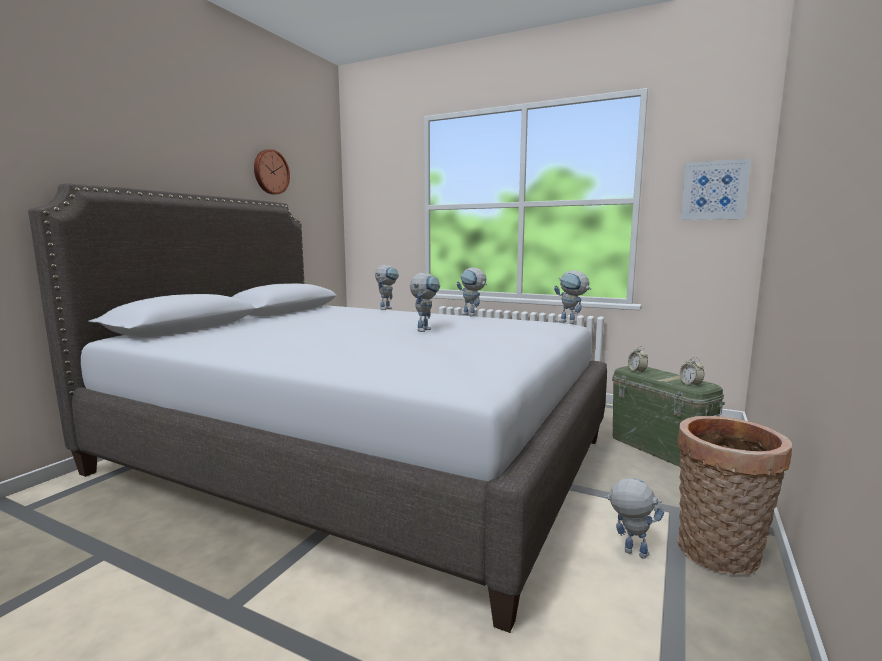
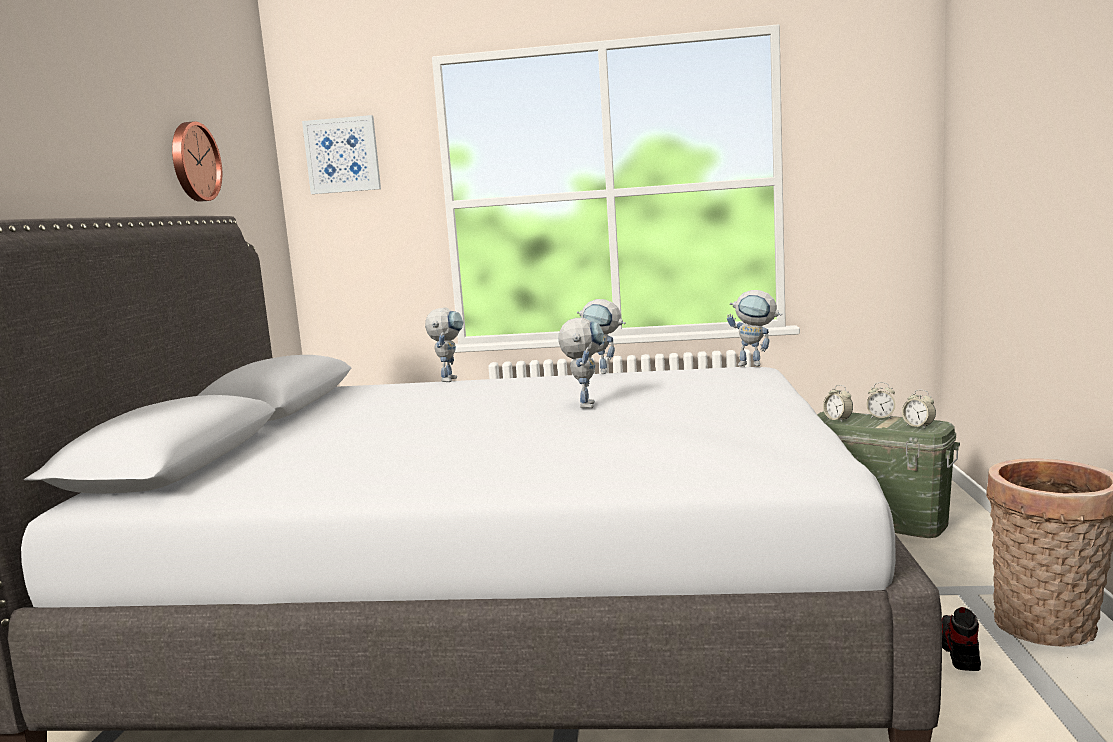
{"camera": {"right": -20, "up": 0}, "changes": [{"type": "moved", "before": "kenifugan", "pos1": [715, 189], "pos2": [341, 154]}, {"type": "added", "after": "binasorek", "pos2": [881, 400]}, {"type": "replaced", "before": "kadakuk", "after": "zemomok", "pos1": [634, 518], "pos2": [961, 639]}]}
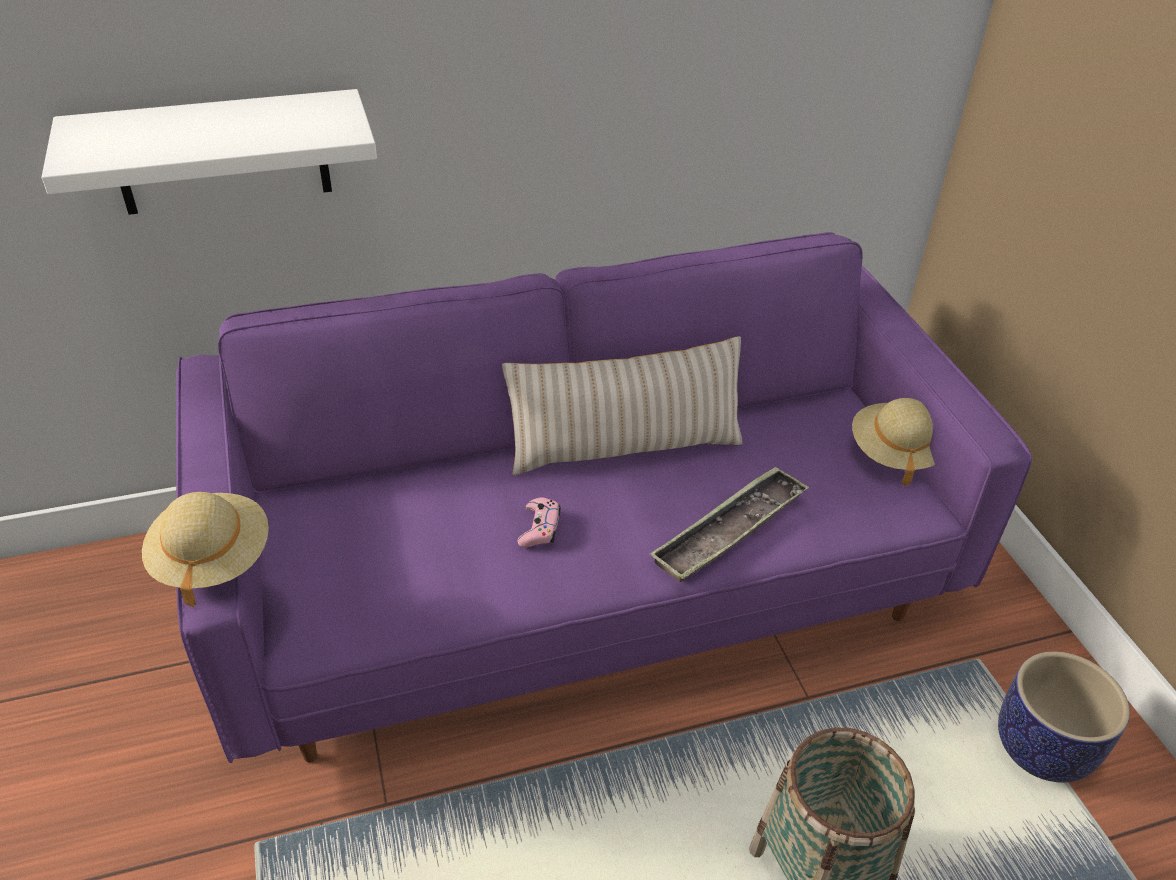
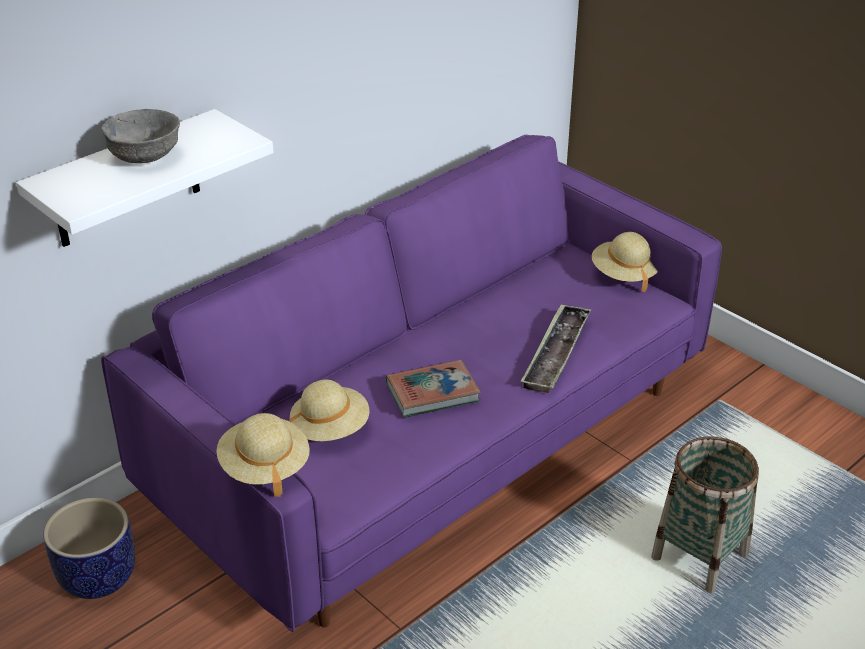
{"camera": {"right": -25, "up": -5}, "changes": [{"type": "moved", "before": "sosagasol", "pos1": [1064, 717], "pos2": [89, 548]}, {"type": "added", "after": "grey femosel", "pos2": [141, 136]}, {"type": "added", "after": "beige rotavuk", "pos2": [329, 410]}, {"type": "replaced", "before": "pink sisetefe", "after": "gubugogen", "pos1": [539, 522], "pos2": [433, 389]}, {"type": "removed", "before": "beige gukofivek", "pos1": [622, 405]}]}
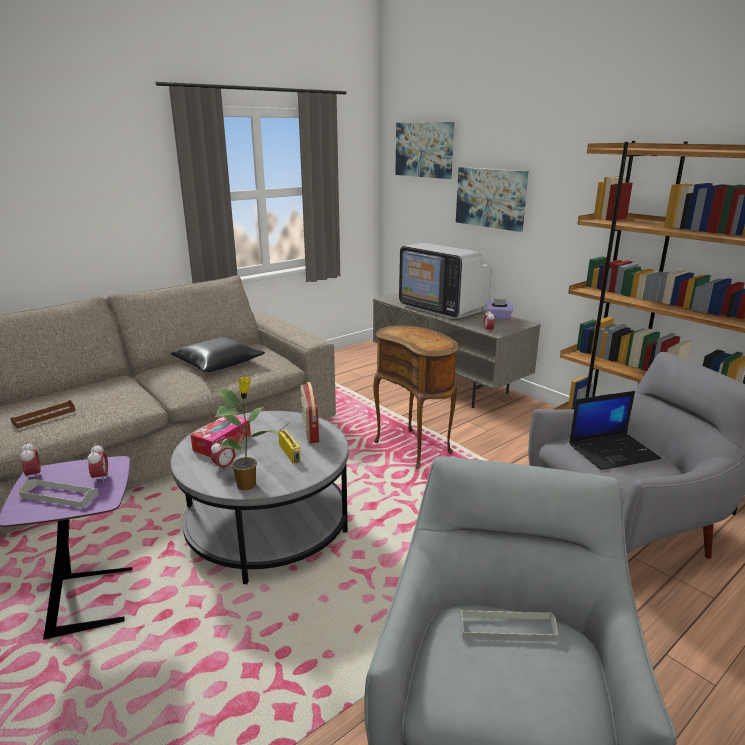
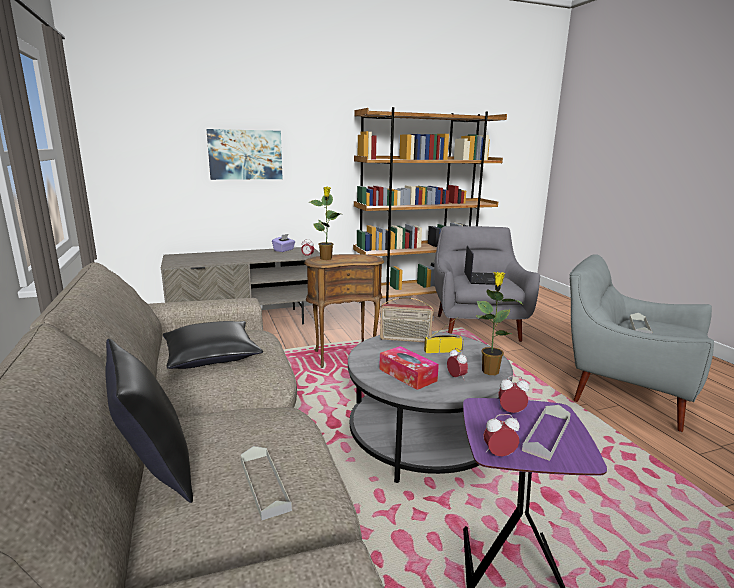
{"camera": {"right": -70, "up": -5}, "changes": [{"type": "added", "after": "black gukofivek", "pos2": [149, 420]}, {"type": "recoloured", "before": "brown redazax", "after": "grey redazax", "pos1": [43, 414], "pos2": [266, 483]}, {"type": "added", "after": "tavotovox", "pos2": [324, 223]}, {"type": "removed", "before": "kenifugan", "pos1": [425, 150]}, {"type": "removed", "before": "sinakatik", "pos1": [445, 281]}]}
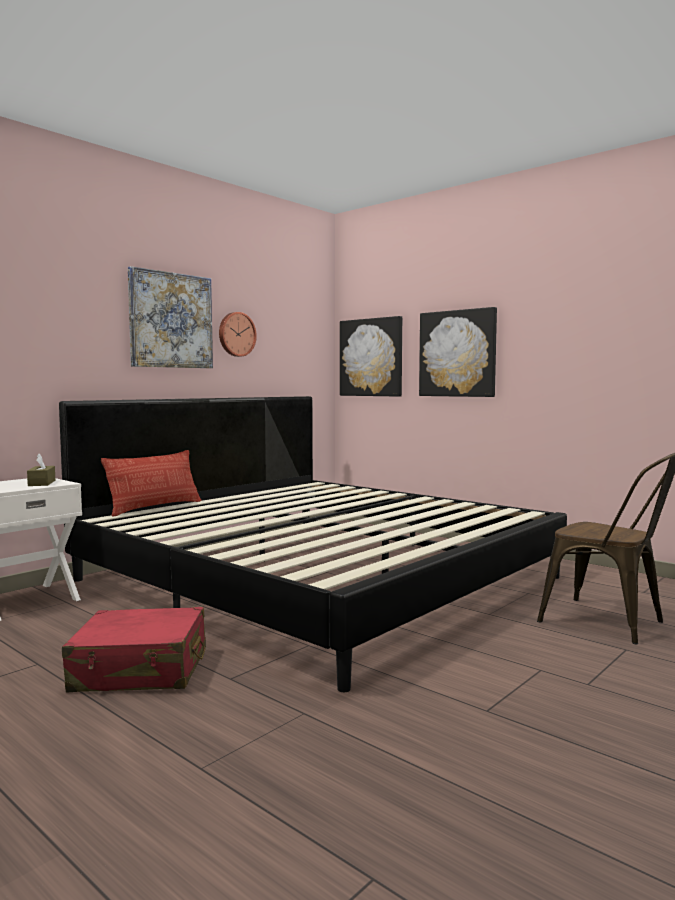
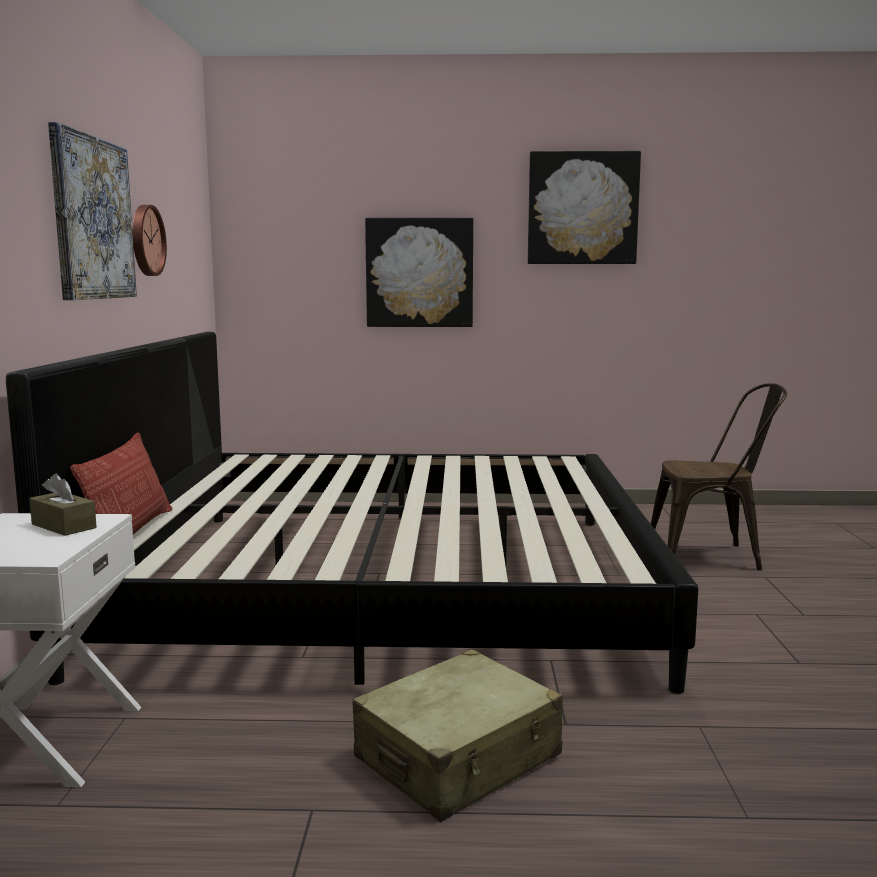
{"camera": {"right": -40, "up": 5}, "changes": [{"type": "recoloured", "before": "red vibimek", "after": "beige vibimek", "pos1": [134, 649], "pos2": [458, 735]}, {"type": "moved", "before": "kenifugan", "pos1": [371, 356], "pos2": [584, 207]}]}
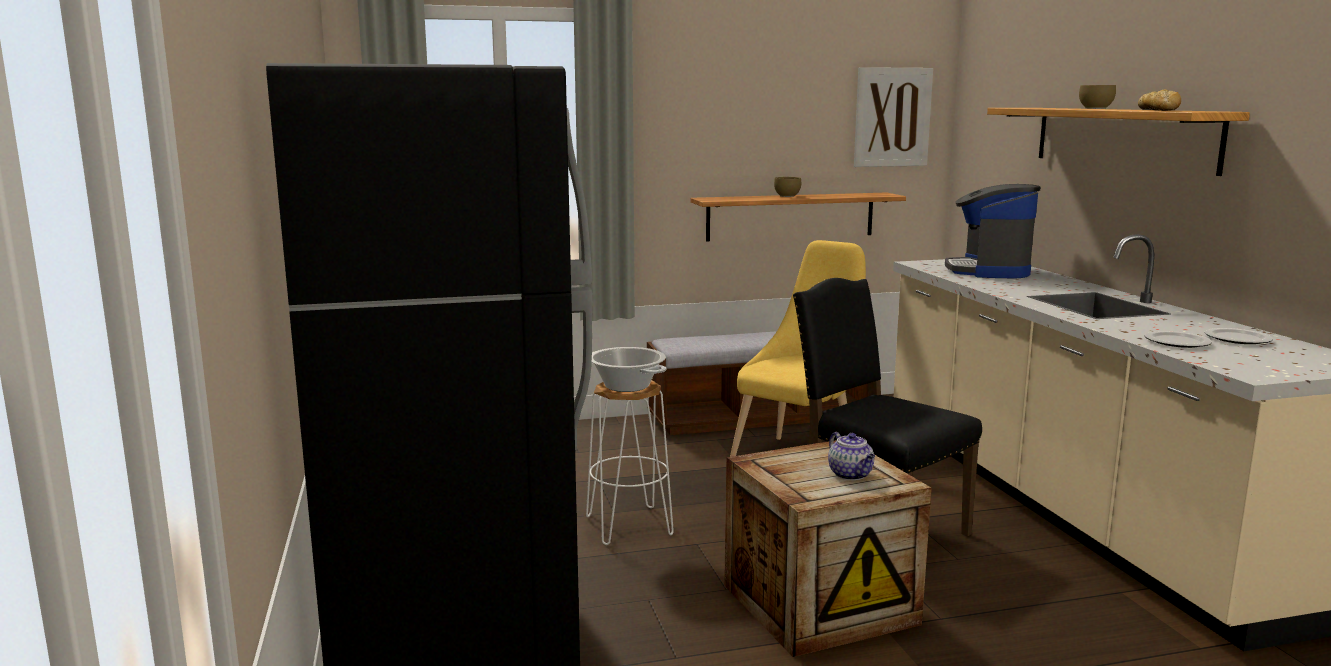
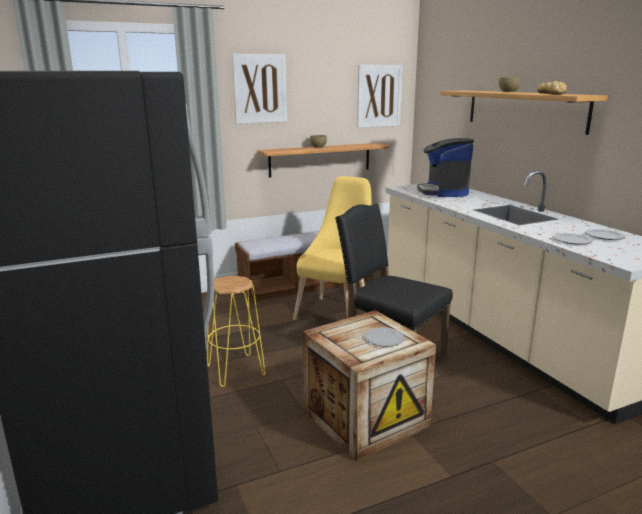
{"camera": {"right": -10, "up": 5}, "changes": [{"type": "recoloured", "before": "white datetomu", "after": "yellow datetomu", "pos1": [630, 462], "pos2": [236, 331]}, {"type": "added", "after": "kenifugan", "pos2": [259, 89]}, {"type": "replaced", "before": "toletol", "after": "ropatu", "pos1": [851, 456], "pos2": [384, 337]}, {"type": "removed", "before": "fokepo", "pos1": [629, 369]}]}
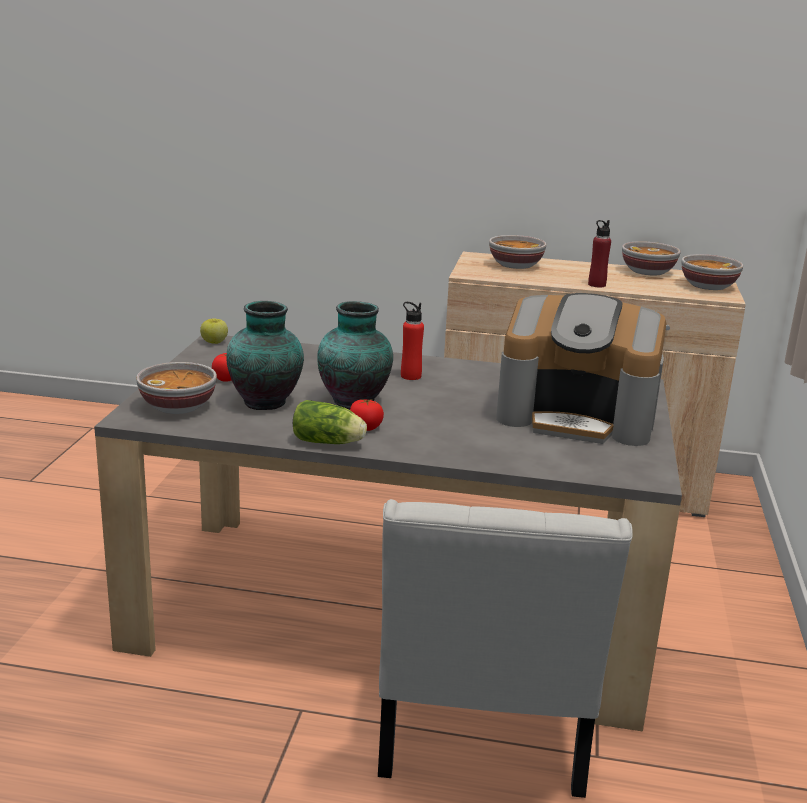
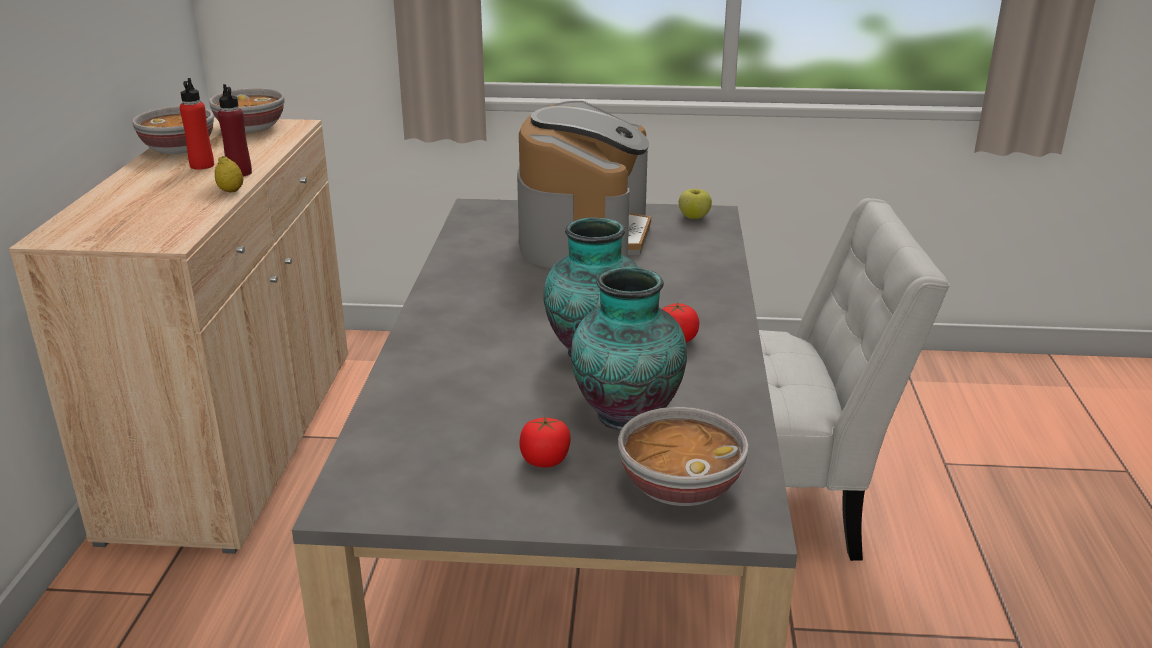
{"camera": {"right": -95, "up": 5}, "changes": [{"type": "moved", "before": "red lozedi", "pos1": [412, 341], "pos2": [197, 124]}, {"type": "added", "after": "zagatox", "pos2": [229, 174]}, {"type": "moved", "before": "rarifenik", "pos1": [214, 331], "pos2": [695, 204]}, {"type": "removed", "before": "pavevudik", "pos1": [330, 422]}, {"type": "removed", "before": "femosel", "pos1": [518, 252]}]}
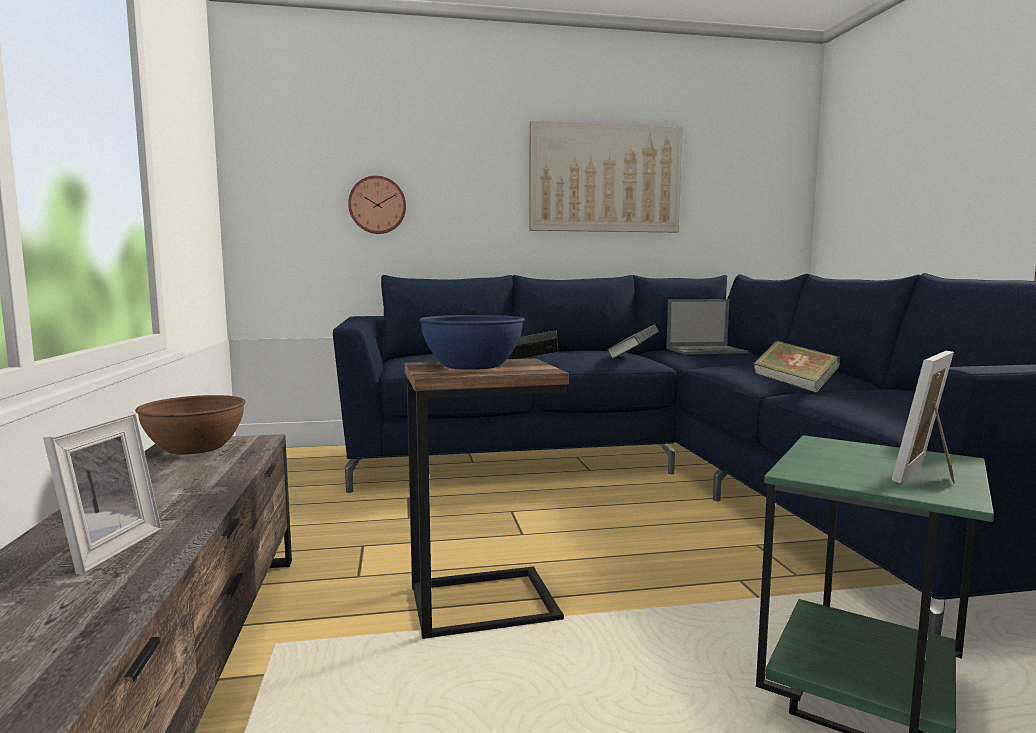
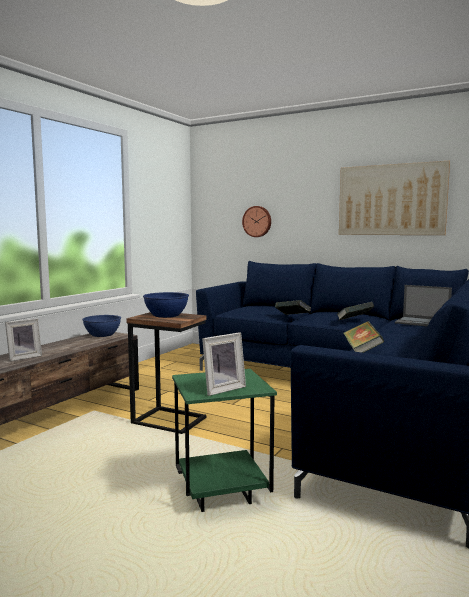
{"camera": {"right": 40, "up": 0}, "changes": [{"type": "recoloured", "before": "brown femosel", "after": "blue femosel", "pos1": [190, 424], "pos2": [101, 326]}, {"type": "turned", "before": "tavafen", "pos1": [923, 417], "pos2": [224, 364], "turn": 150}]}
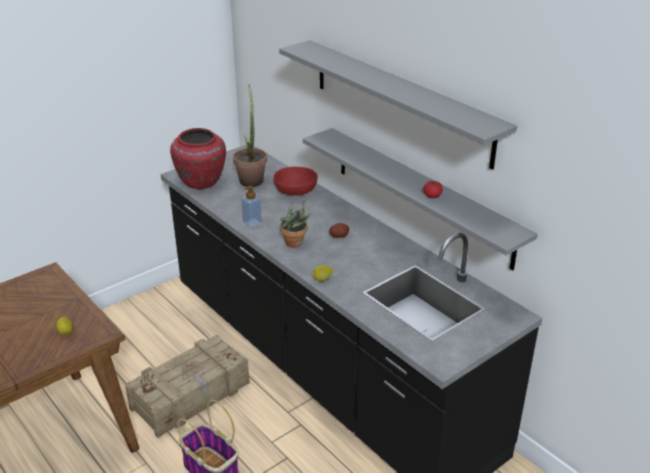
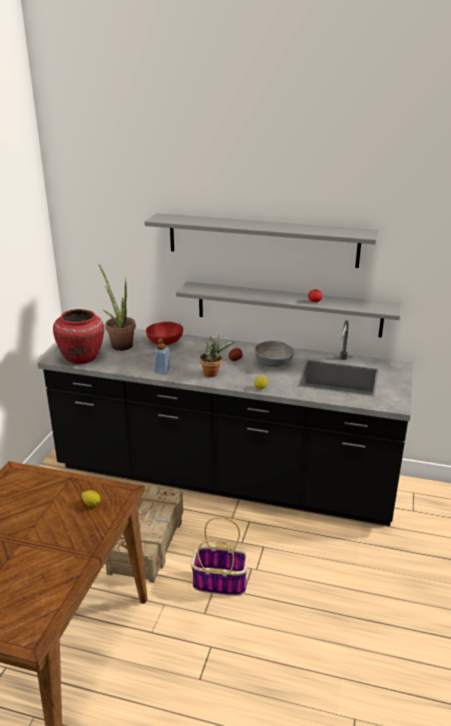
{"camera": {"right": -35, "up": -5}, "changes": [{"type": "added", "after": "grey femosel", "pos2": [274, 354]}]}
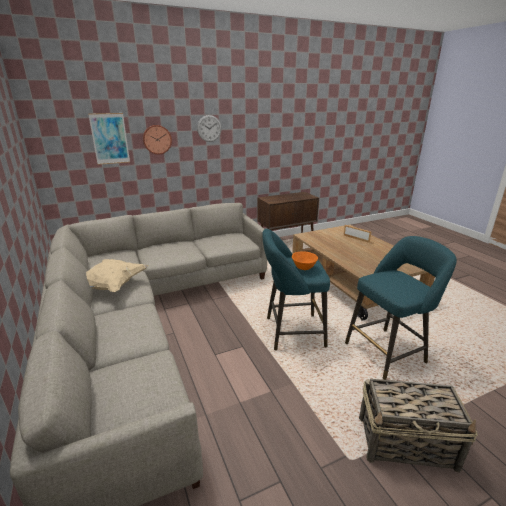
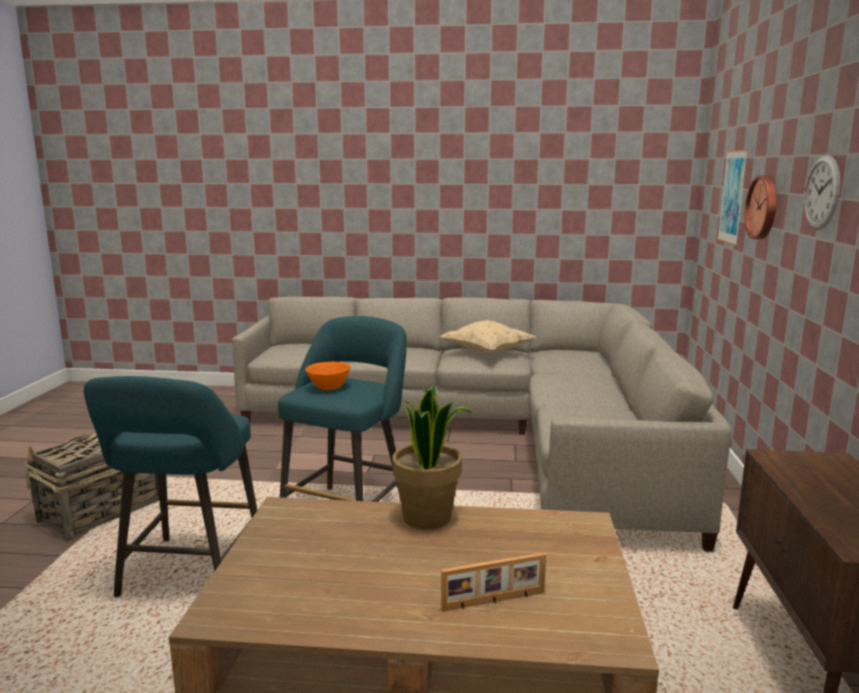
{"camera": {"right": 120, "up": -10}, "changes": [{"type": "added", "after": "tavotovox", "pos2": [432, 457]}]}
